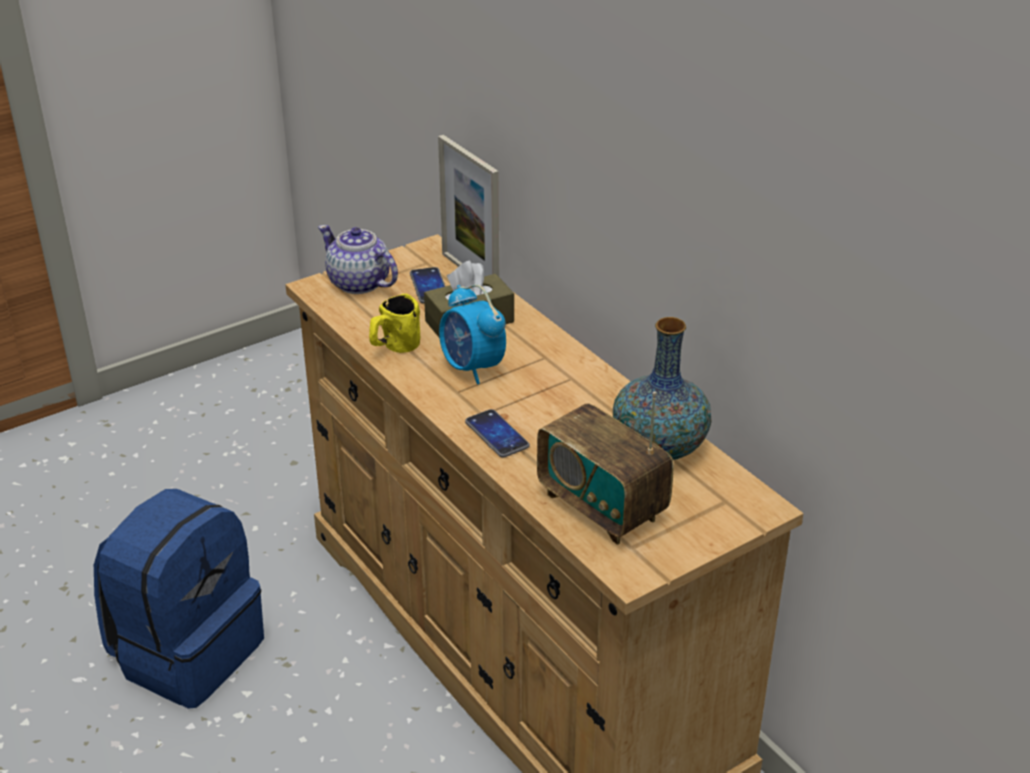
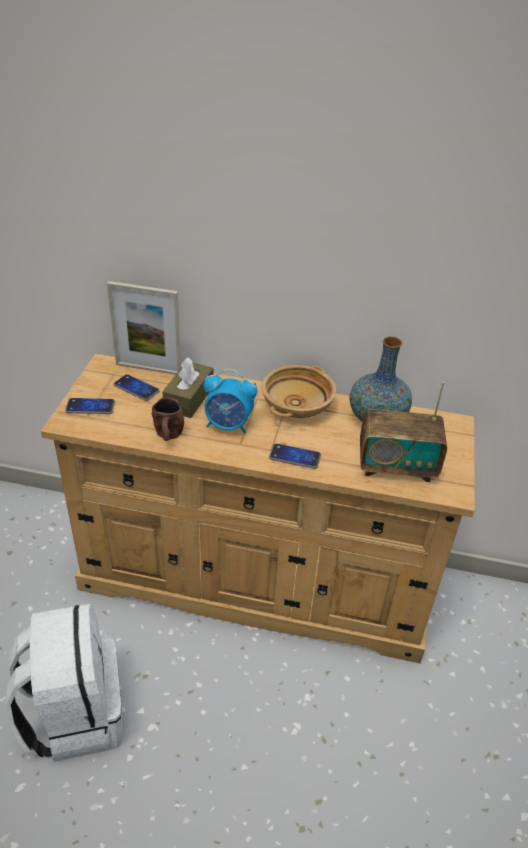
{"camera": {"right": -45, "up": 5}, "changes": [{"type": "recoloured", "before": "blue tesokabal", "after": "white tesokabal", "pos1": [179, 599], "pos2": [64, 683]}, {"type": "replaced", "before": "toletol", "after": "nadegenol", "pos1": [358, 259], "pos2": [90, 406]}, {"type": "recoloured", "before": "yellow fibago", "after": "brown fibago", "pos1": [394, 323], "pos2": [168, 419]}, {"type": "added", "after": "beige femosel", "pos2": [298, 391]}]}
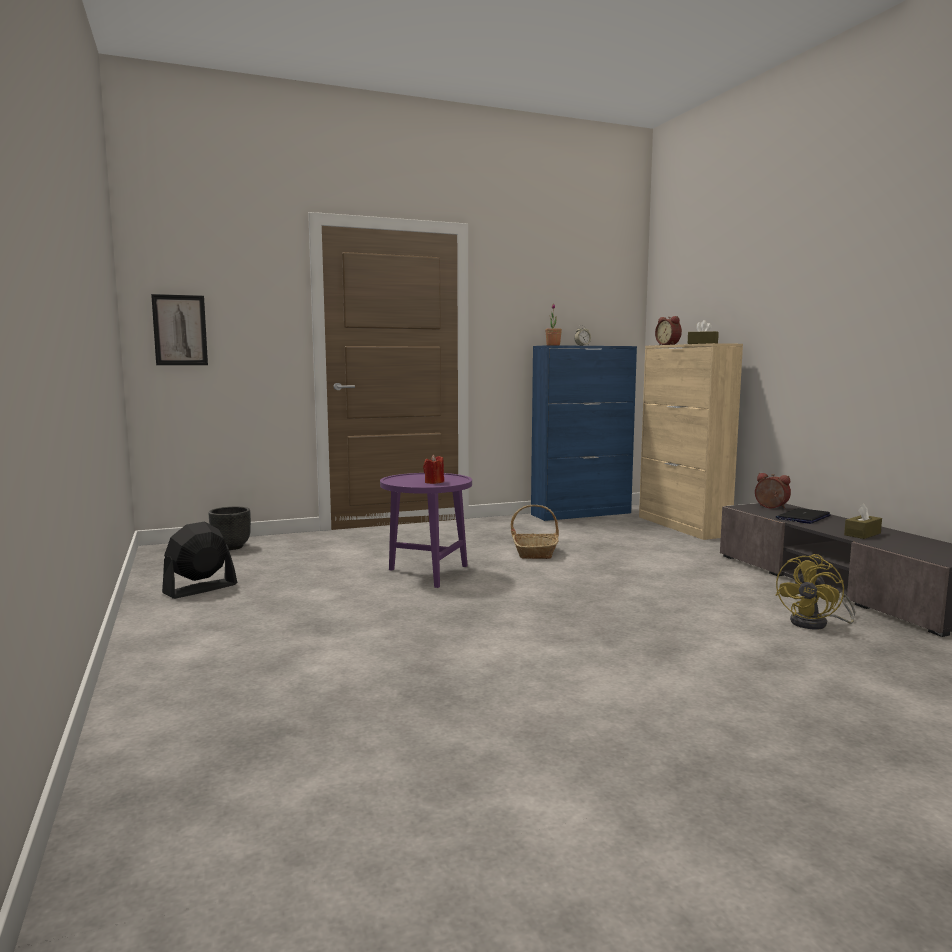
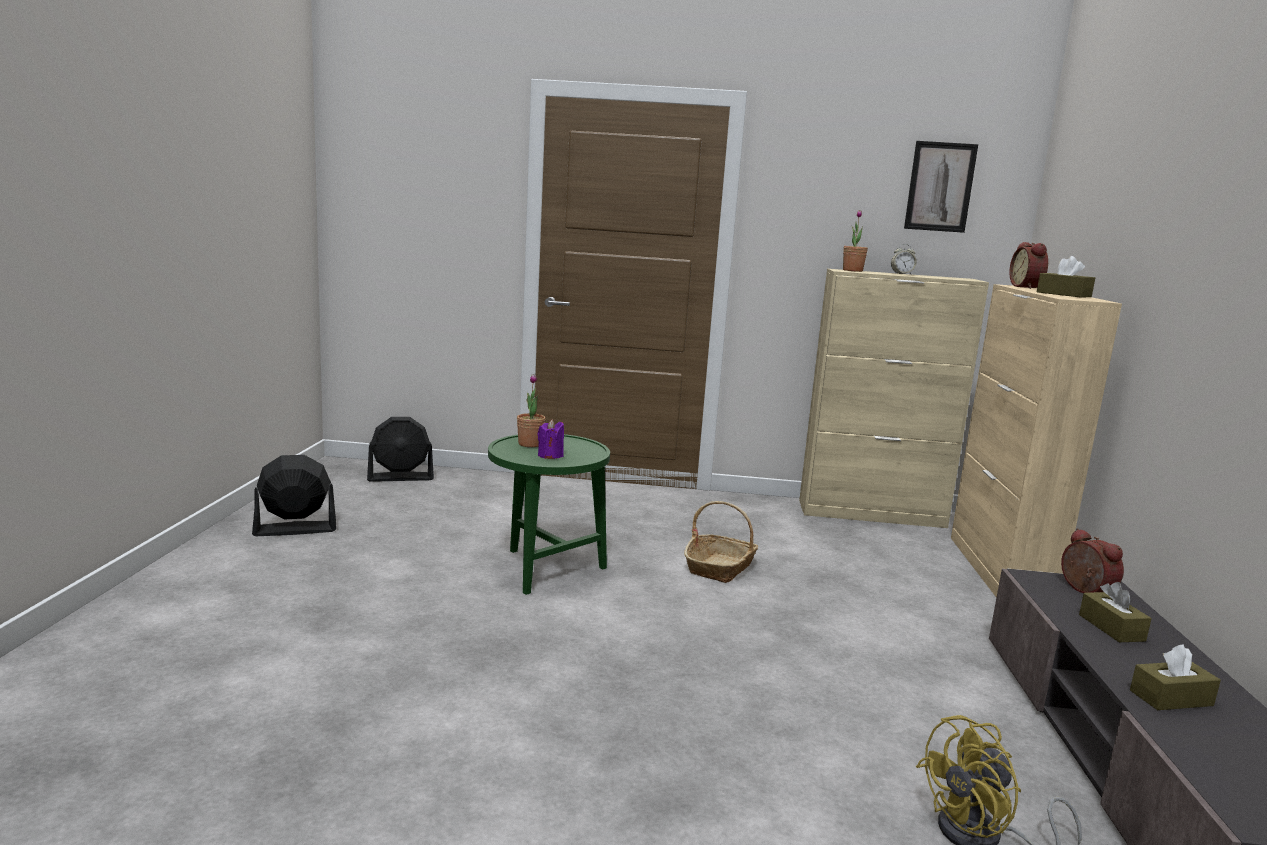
{"camera": {"right": 25, "up": 5}, "changes": [{"type": "replaced", "before": "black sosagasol", "after": "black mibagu", "pos1": [230, 528], "pos2": [400, 449]}, {"type": "recoloured", "before": "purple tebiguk", "after": "green tebiguk", "pos1": [426, 530], "pos2": [549, 514]}, {"type": "added", "after": "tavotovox", "pos2": [531, 410]}, {"type": "recoloured", "before": "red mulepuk", "after": "purple mulepuk", "pos1": [433, 469], "pos2": [551, 439]}, {"type": "recoloured", "before": "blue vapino", "after": "beige vapino", "pos1": [584, 433], "pos2": [894, 398]}, {"type": "moved", "before": "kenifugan", "pos1": [179, 329], "pos2": [941, 187]}, {"type": "replaced", "before": "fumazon", "after": "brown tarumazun", "pos1": [803, 516], "pos2": [1115, 612]}]}
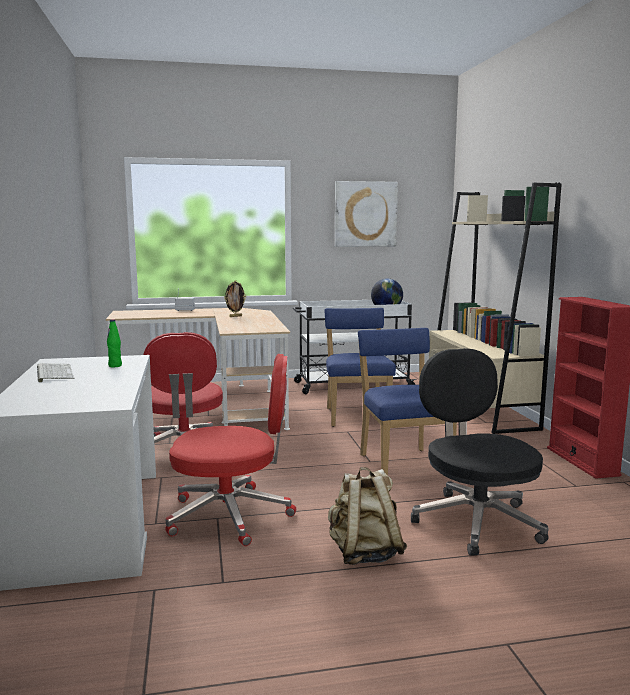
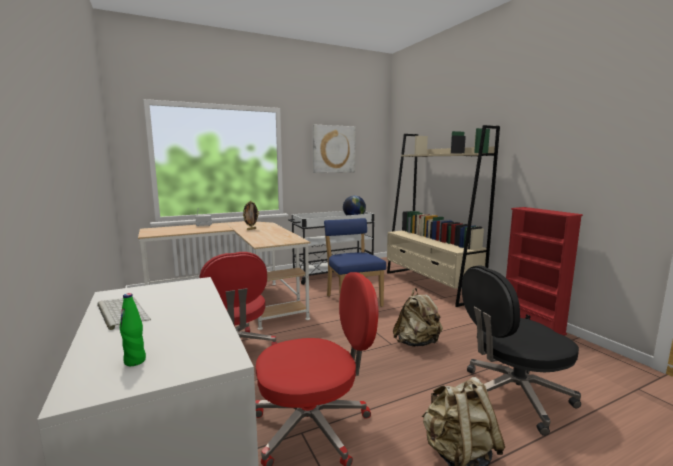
{"camera": {"right": -15, "up": 0}, "changes": [{"type": "moved", "before": "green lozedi", "pos1": [114, 343], "pos2": [133, 329]}, {"type": "replaced", "before": "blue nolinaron", "after": "beige tesokabal", "pos1": [407, 401], "pos2": [418, 317]}, {"type": "turned", "before": "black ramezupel", "pos1": [480, 451], "pos2": [521, 350], "turn": -75}]}
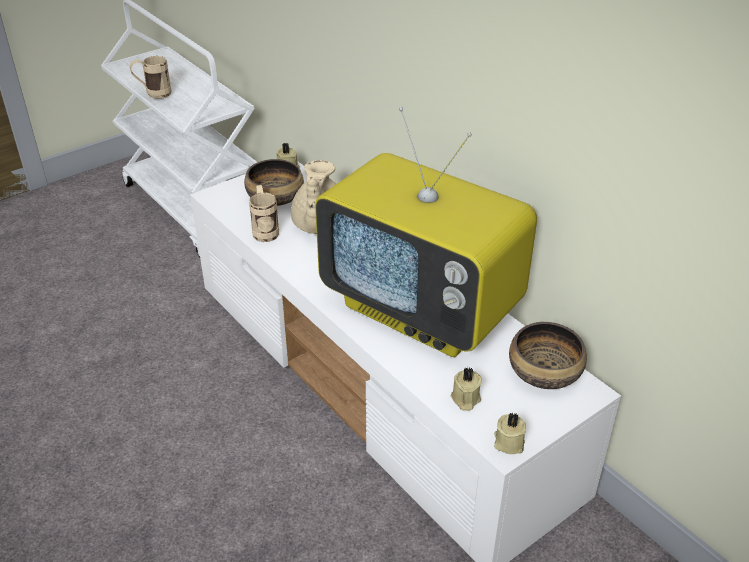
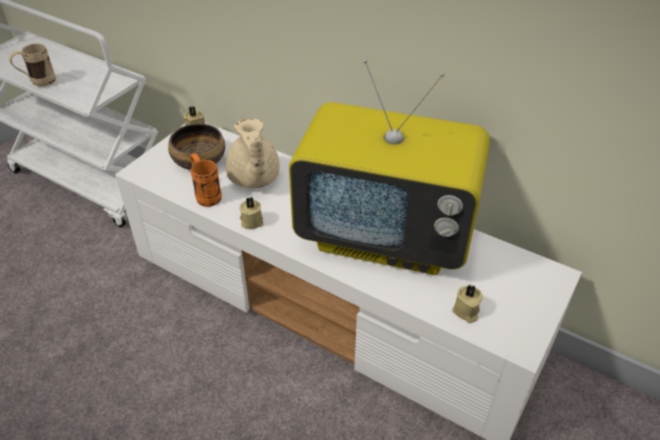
{"camera": {"right": -20, "up": 5}, "changes": [{"type": "recoloured", "before": "beige fibago", "after": "orange fibago", "pos1": [264, 213], "pos2": [206, 180]}, {"type": "moved", "before": "beige mulepuk", "pos1": [510, 433], "pos2": [251, 213]}, {"type": "removed", "before": "femosel", "pos1": [548, 355]}]}
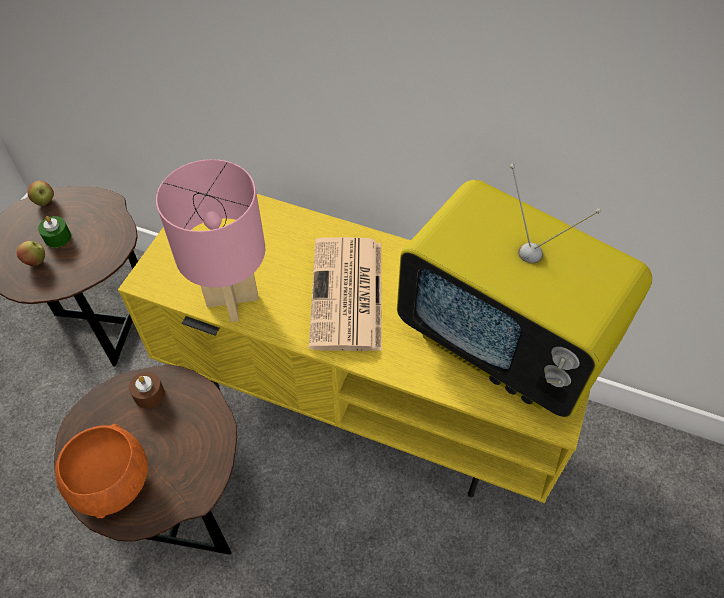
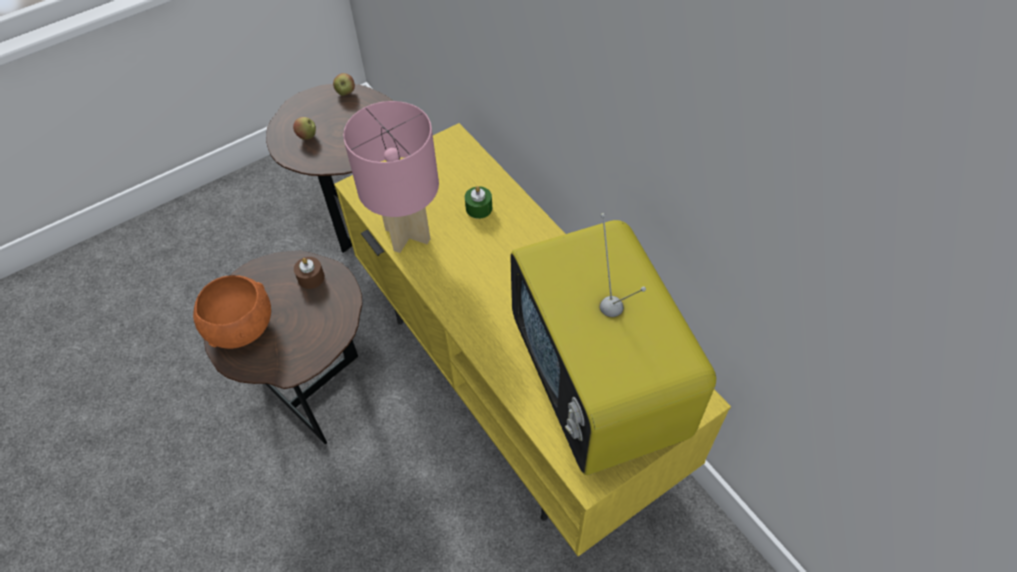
{"camera": {"right": 35, "up": 0}, "changes": [{"type": "moved", "before": "green mulepuk", "pos1": [54, 232], "pos2": [478, 202]}, {"type": "removed", "before": "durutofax", "pos1": [345, 294]}]}
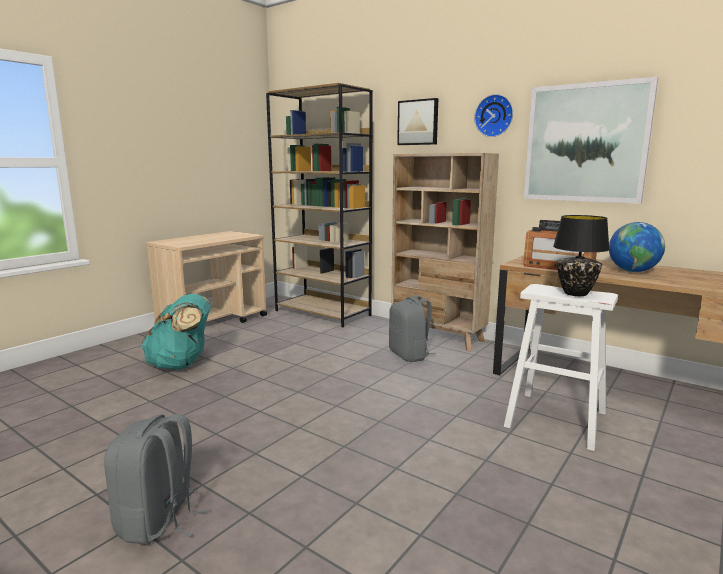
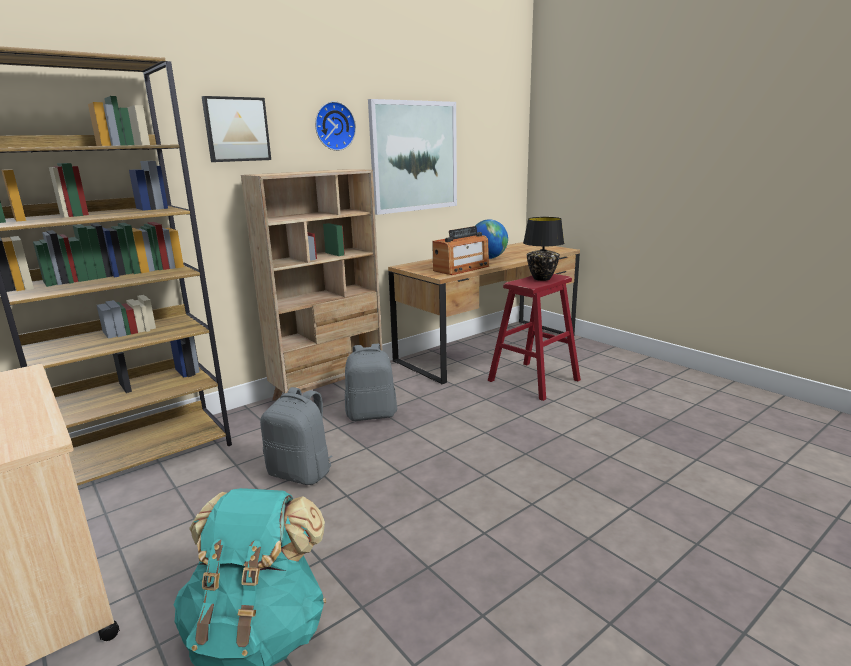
{"camera": {"right": -75, "up": 5}, "changes": [{"type": "moved", "before": "grey tesokabal", "pos1": [156, 479], "pos2": [296, 436]}, {"type": "recoloured", "before": "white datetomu", "after": "red datetomu", "pos1": [561, 367], "pos2": [534, 337]}]}
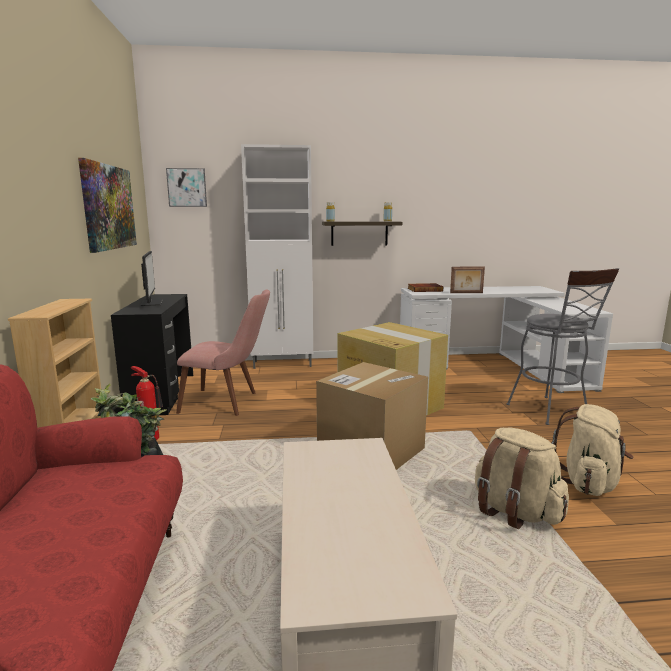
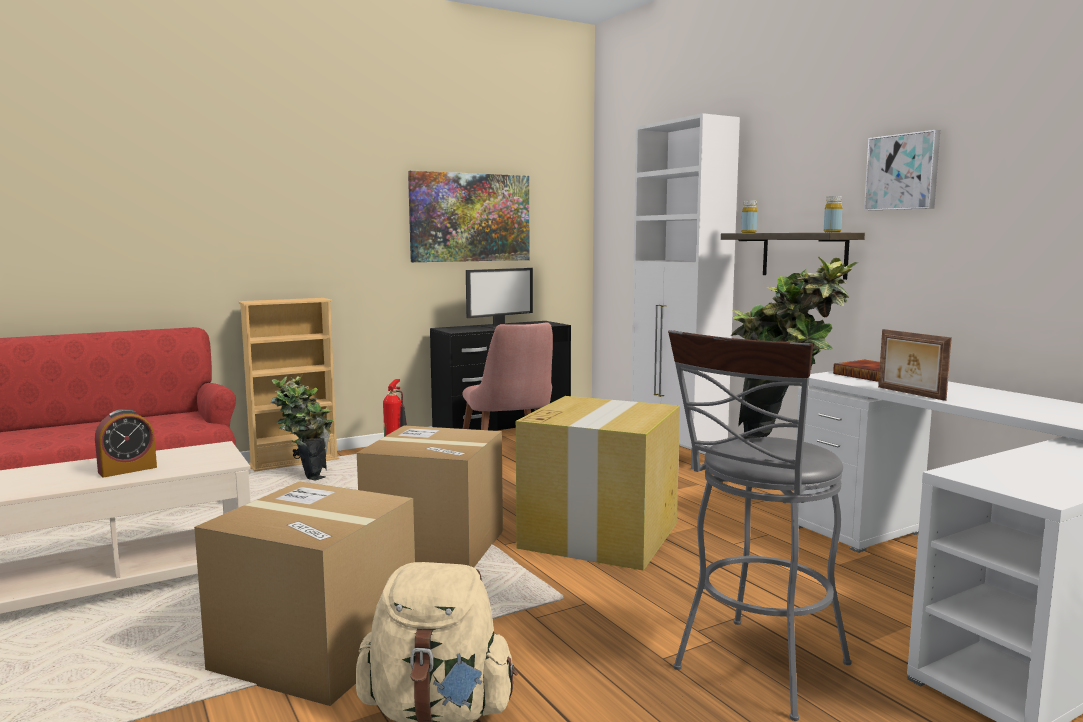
{"camera": {"right": 65, "up": -5}, "changes": [{"type": "added", "after": "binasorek", "pos2": [126, 443]}, {"type": "replaced", "before": "beige tesokabal", "after": "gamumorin", "pos1": [522, 478], "pos2": [304, 593]}, {"type": "added", "after": "tavotovox", "pos2": [794, 348]}, {"type": "moved", "before": "kenifugan", "pos1": [186, 187], "pos2": [902, 170]}]}
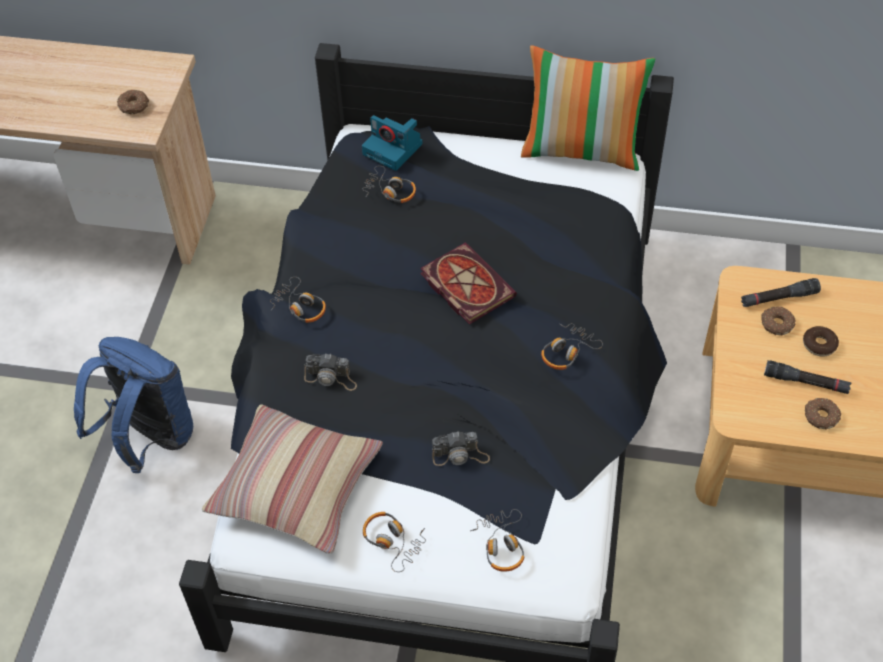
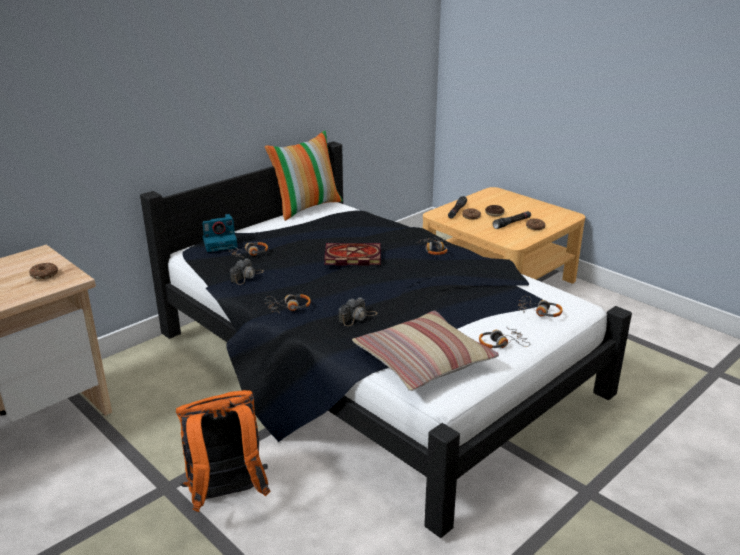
{"camera": {"right": -55, "up": -25}, "changes": [{"type": "recoloured", "before": "blue tesokabal", "after": "orange tesokabal", "pos1": [133, 405], "pos2": [223, 451]}, {"type": "moved", "before": "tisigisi", "pos1": [461, 449], "pos2": [247, 272]}]}
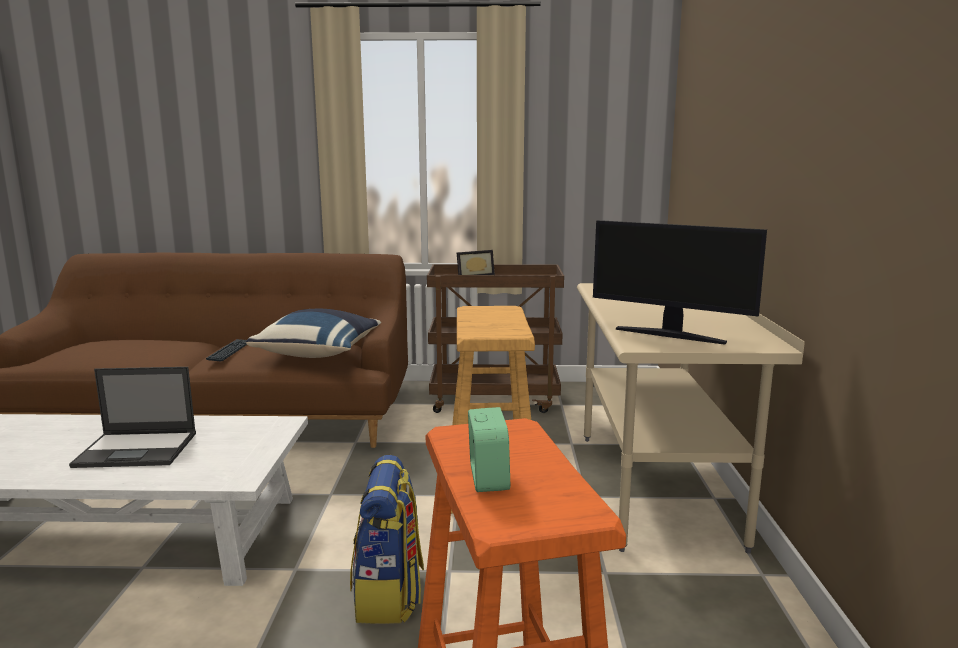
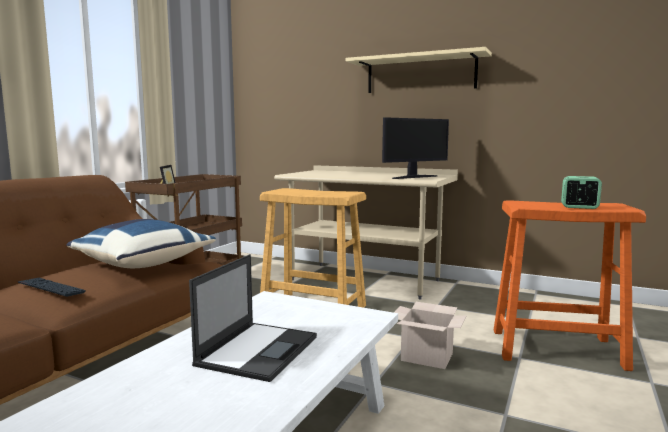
{"camera": {"right": -65, "up": -5}, "changes": [{"type": "added", "after": "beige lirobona", "pos2": [418, 70]}, {"type": "replaced", "before": "tesokabal", "after": "gamumorin", "pos1": [387, 539], "pos2": [430, 335]}]}
